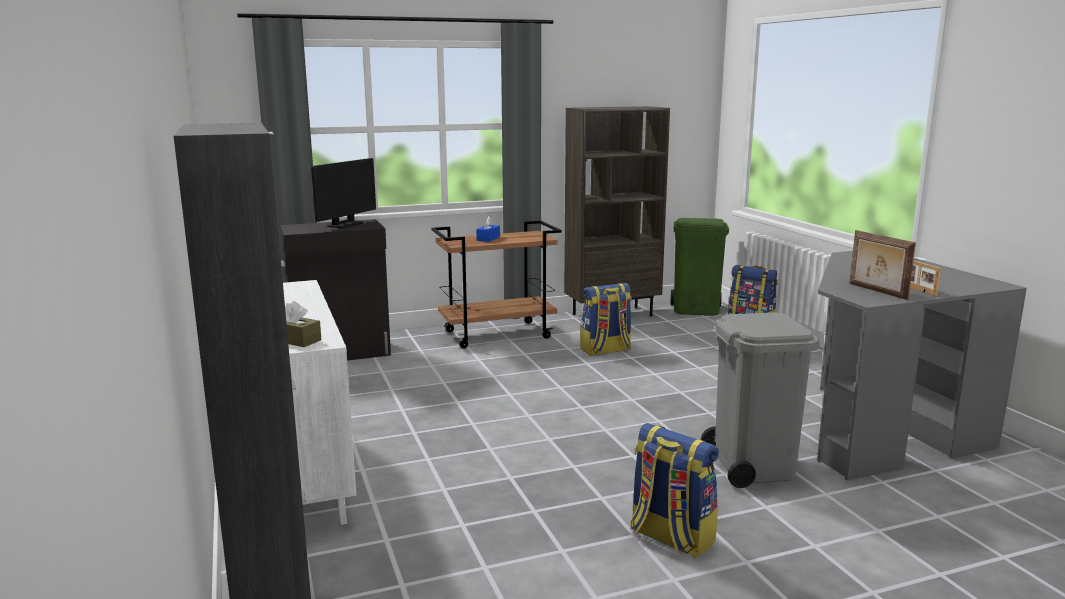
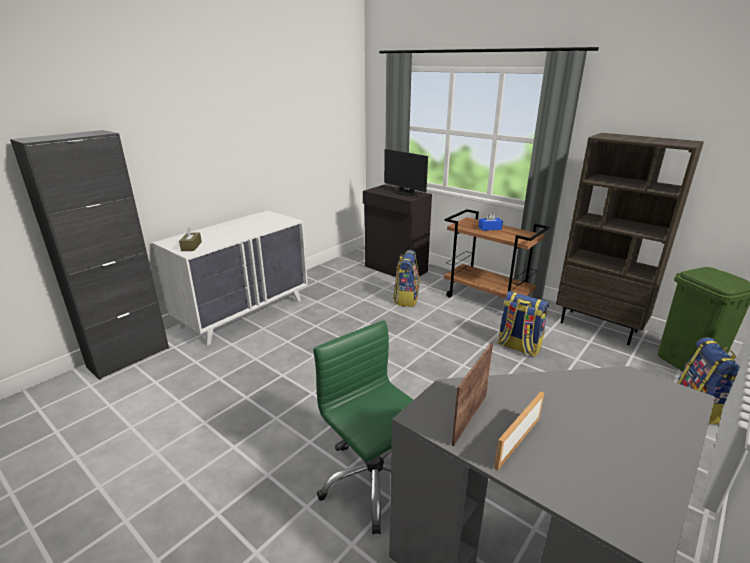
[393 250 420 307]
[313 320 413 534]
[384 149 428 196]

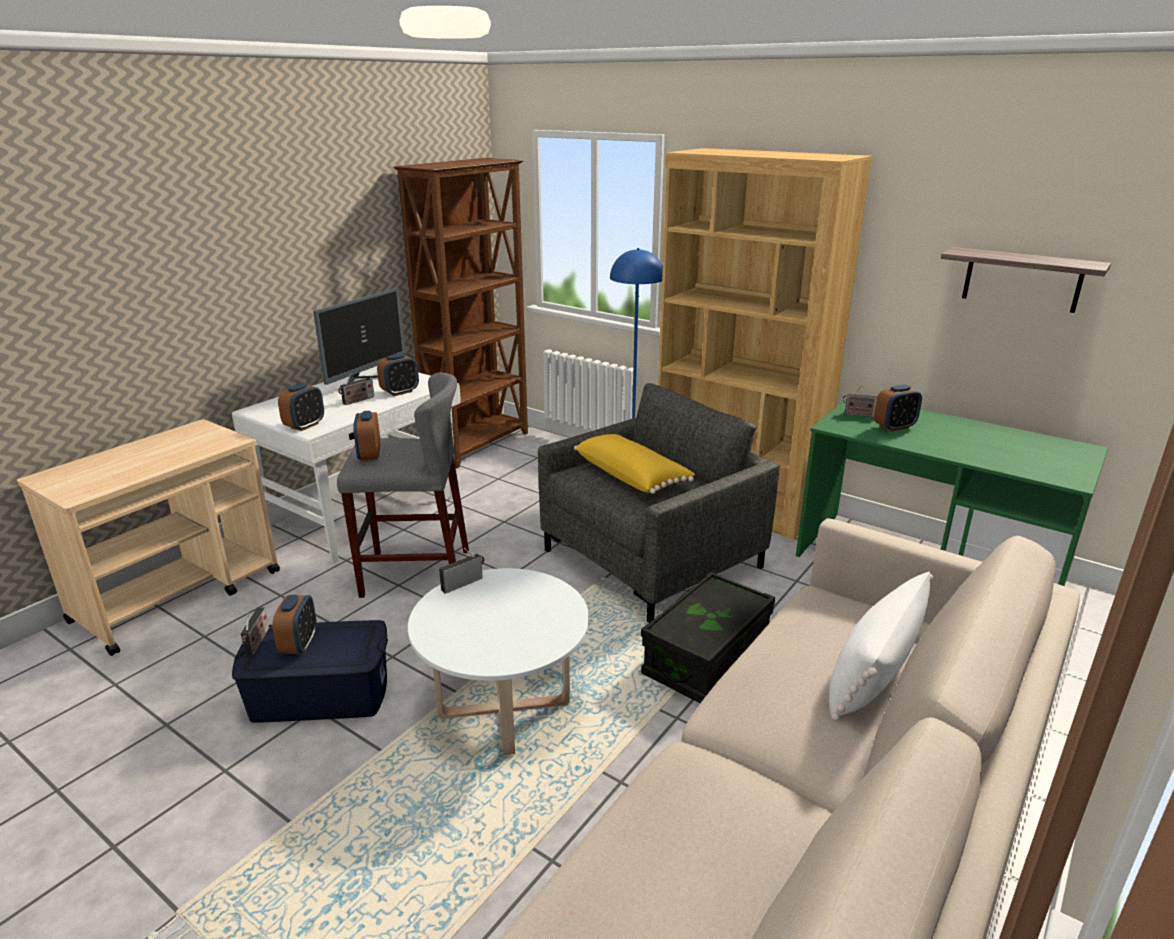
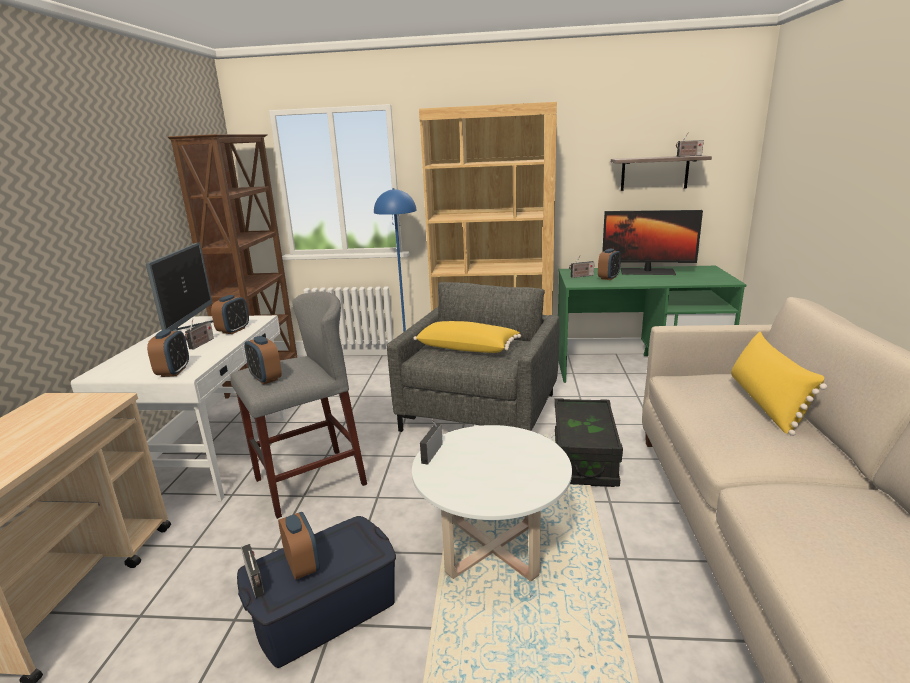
[602 210 703 275]
[676 132 704 157]
[731 332 827 436]

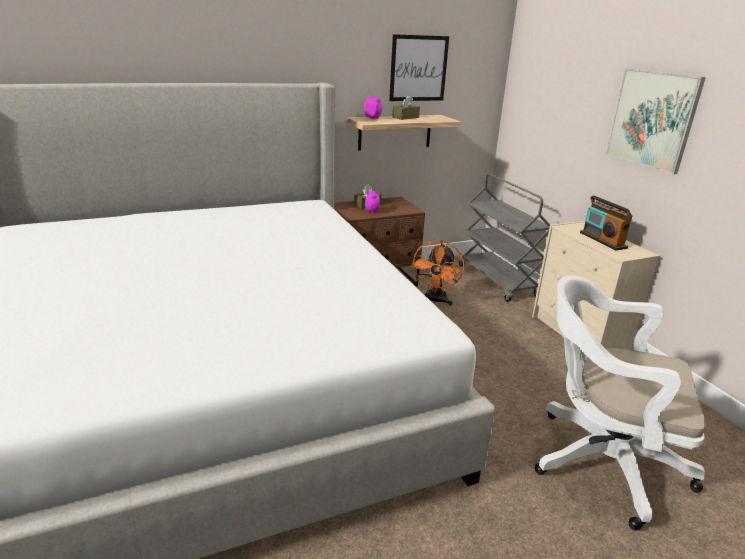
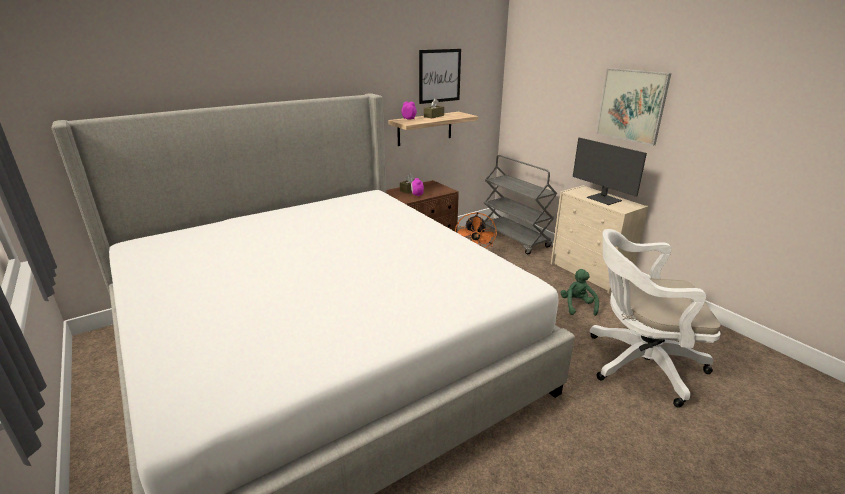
[560 269 599 316]
[573 138 647 205]

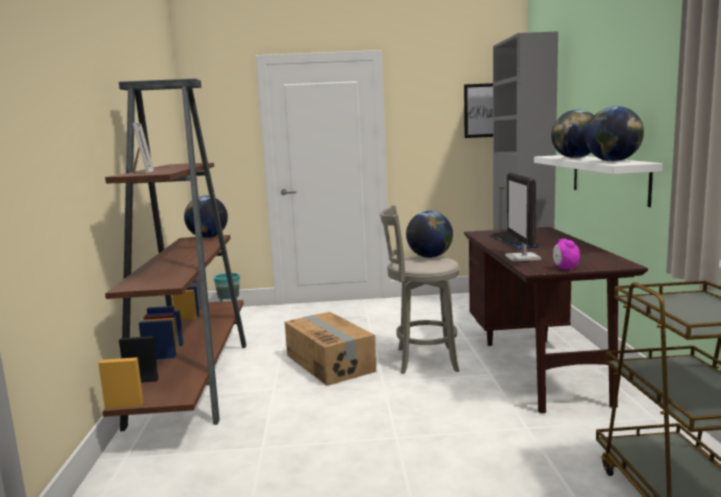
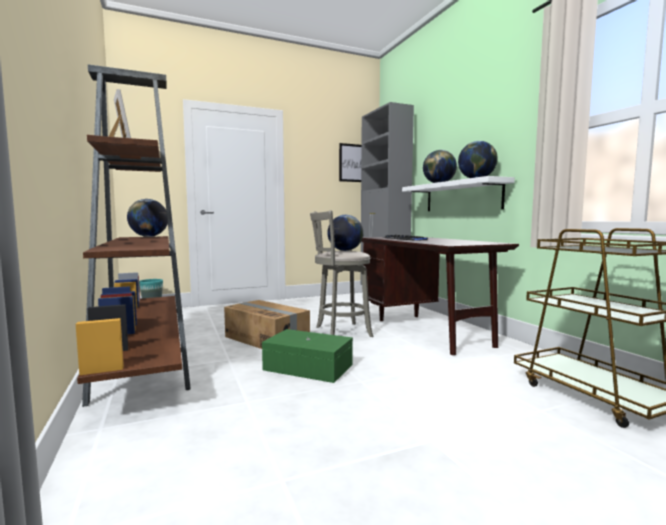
[505 173 541 261] (first image)
[553 239 580 271] (first image)
[262 329 353 383]

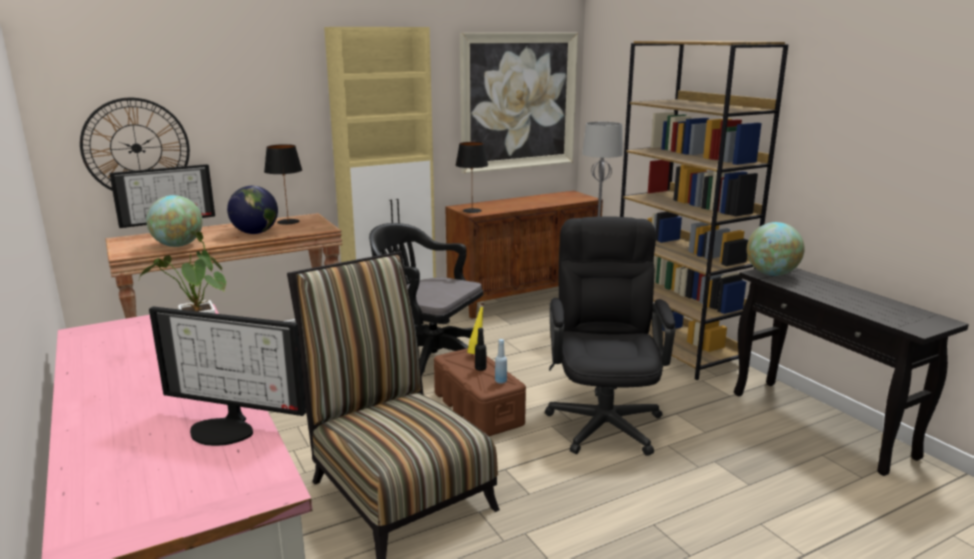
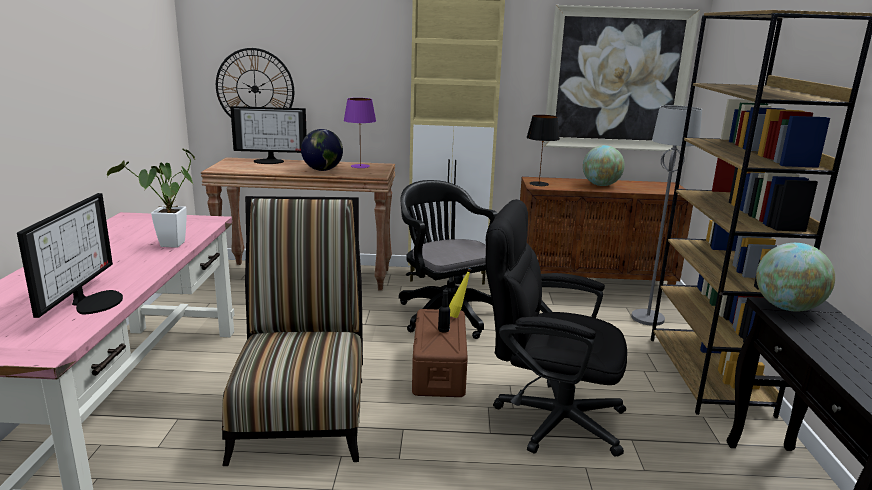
[495 339 507 384] (first image)
[583 145 625 186]
[344 98 376 168]
[17 193 123 318]
[485 199 627 457]

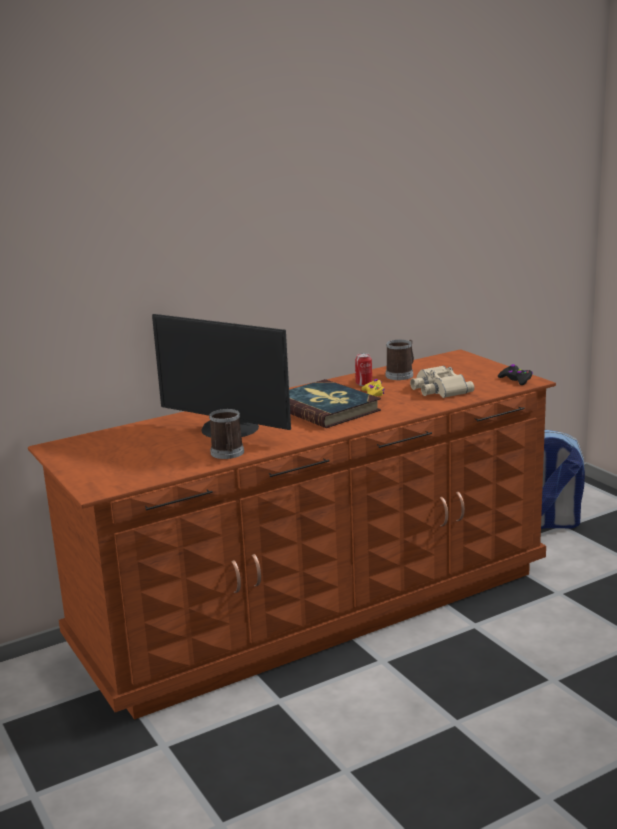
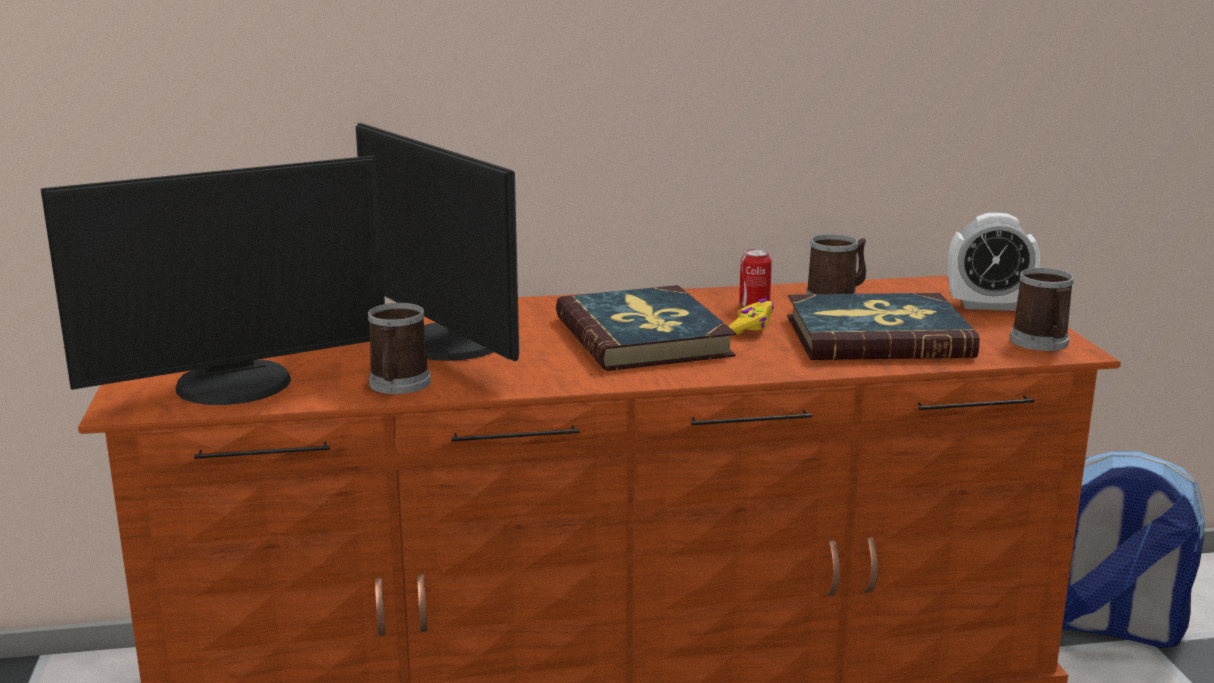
[41 156 385 405]
[948 213 1040 311]
[787 293 979 360]
[1010 268 1074 351]

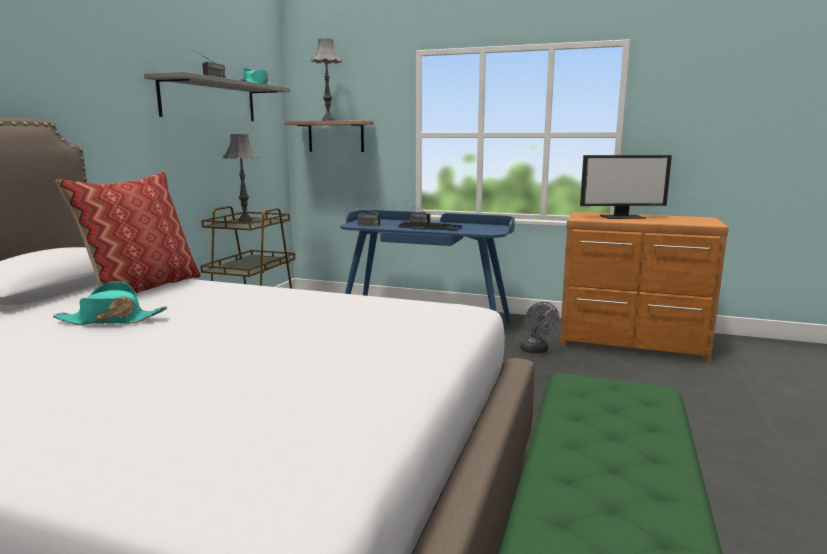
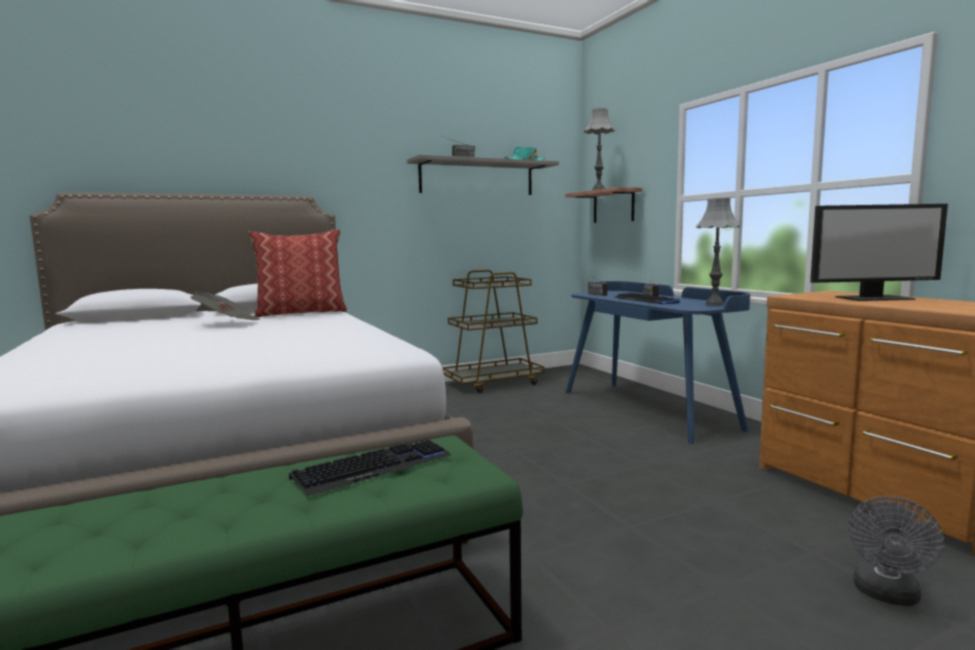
[289 439 451 496]
[696 198 740 306]
[848 496 944 606]
[190 292 260 320]
[810 204 948 301]

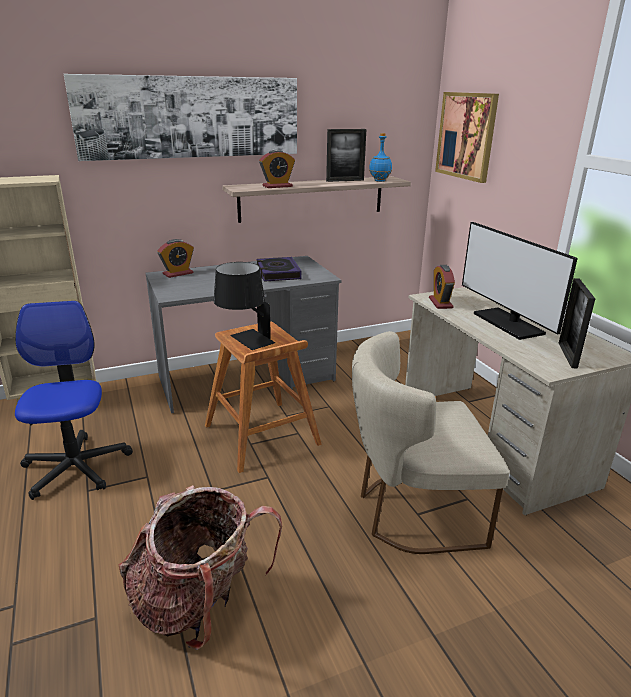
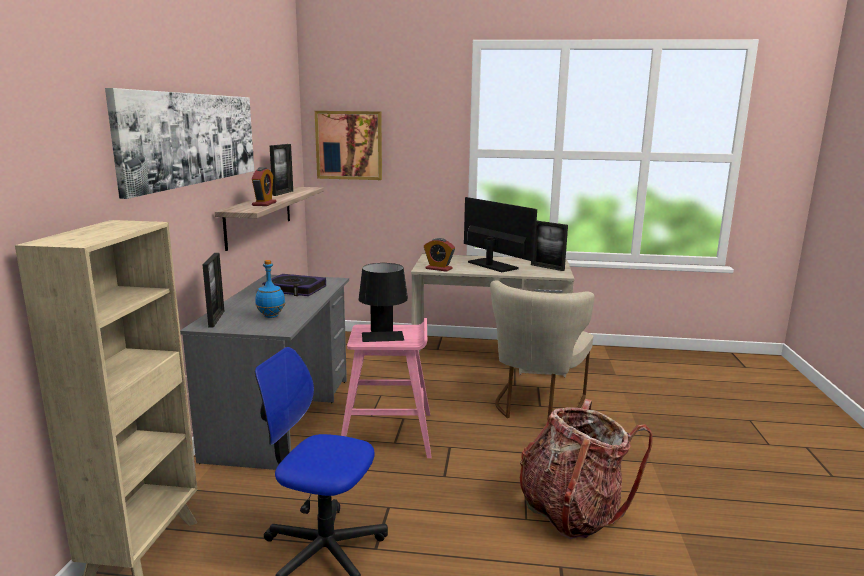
[255 260 285 318]
[202 253 224 328]
[341 318 431 458]
[464 197 537 272]

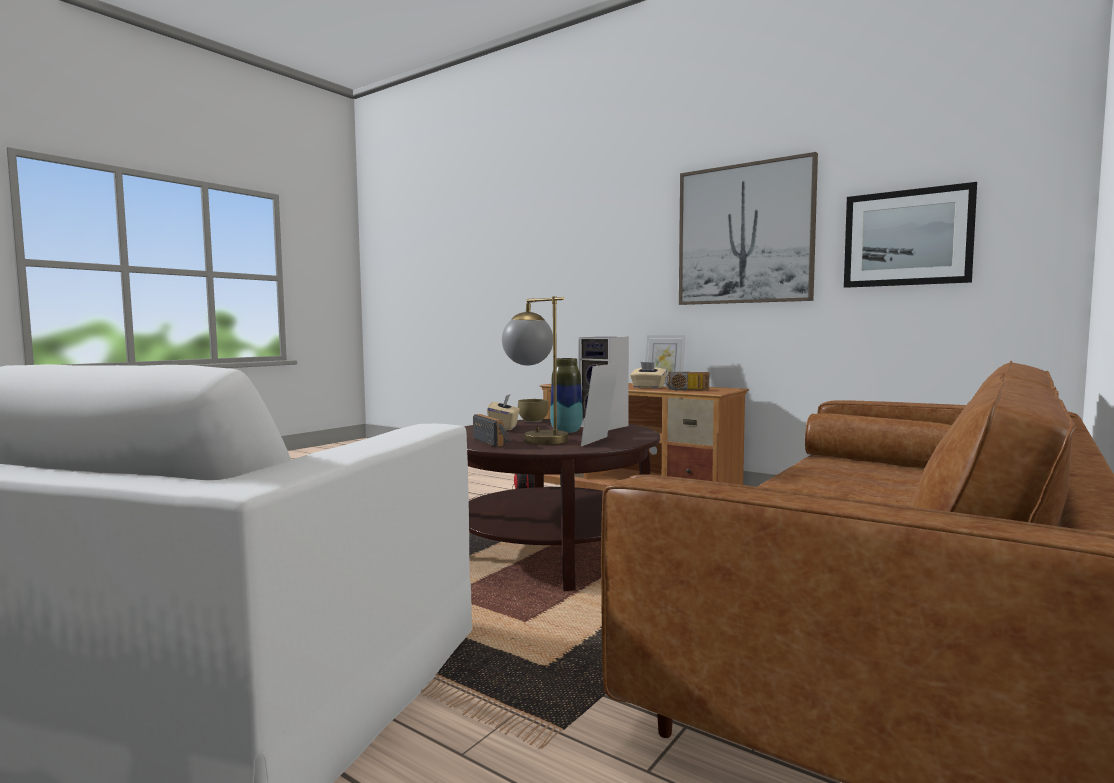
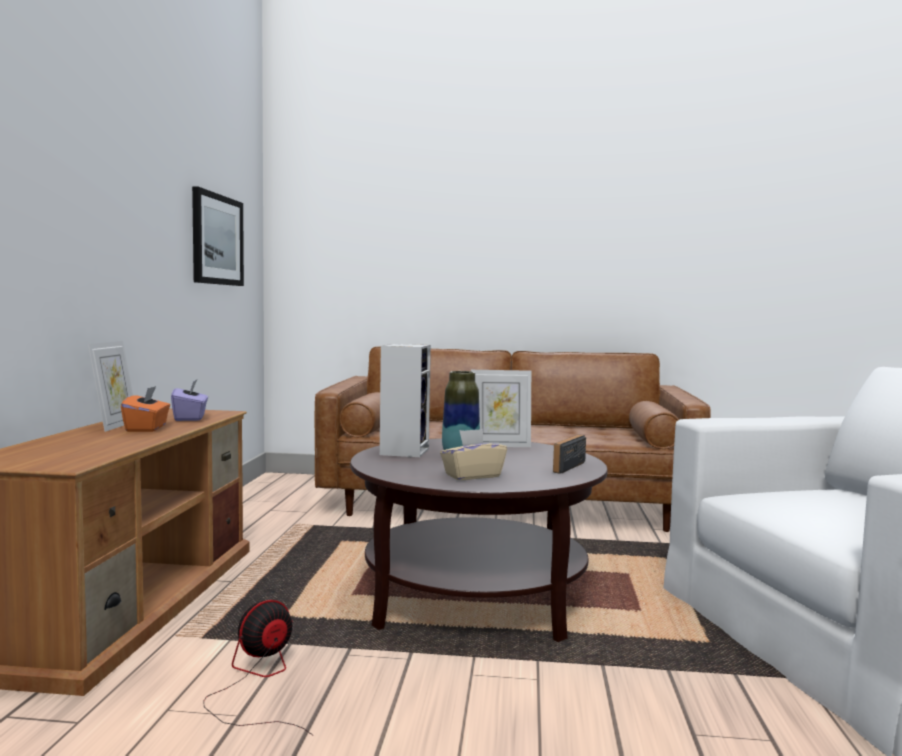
[502 296 568 445] (first image)
[518 399 549 422] (first image)
[679 152 818 305] (first image)
[171 380 208 421]
[121 386 170 432]

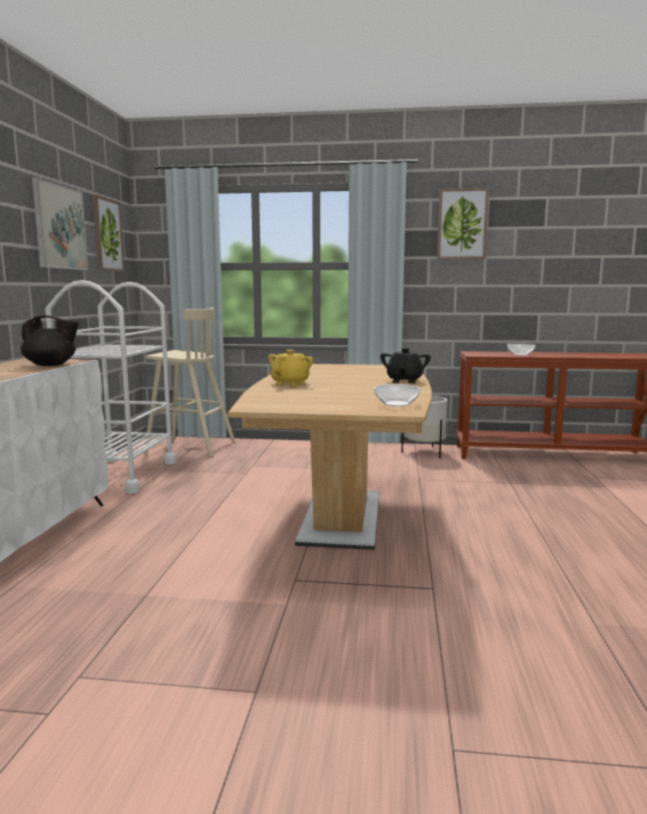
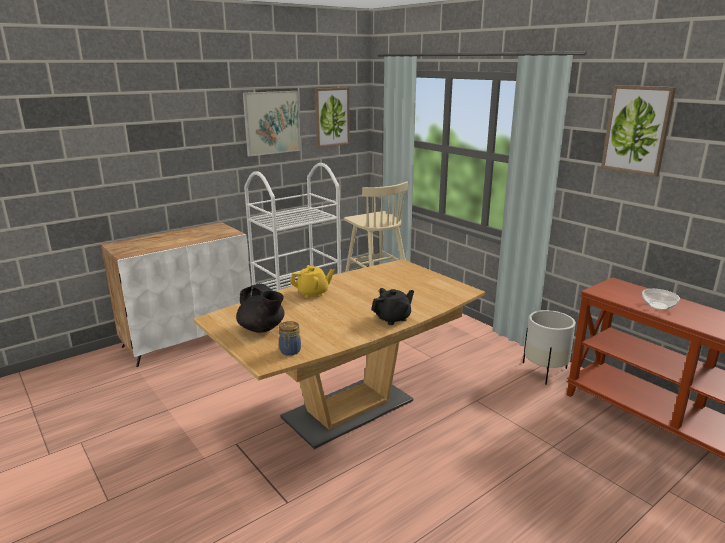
[236 284 285 333]
[279 321 301 356]

